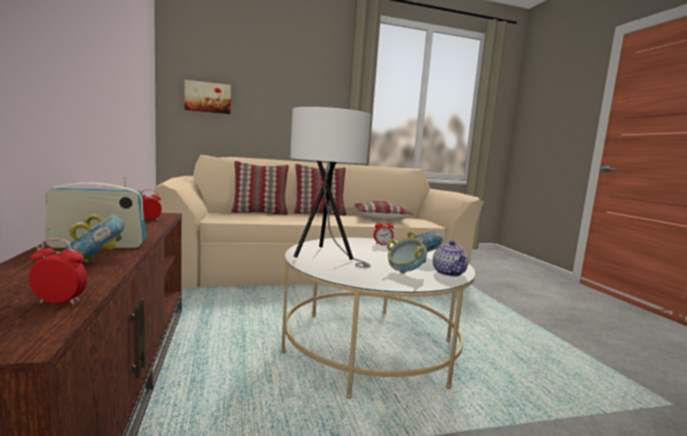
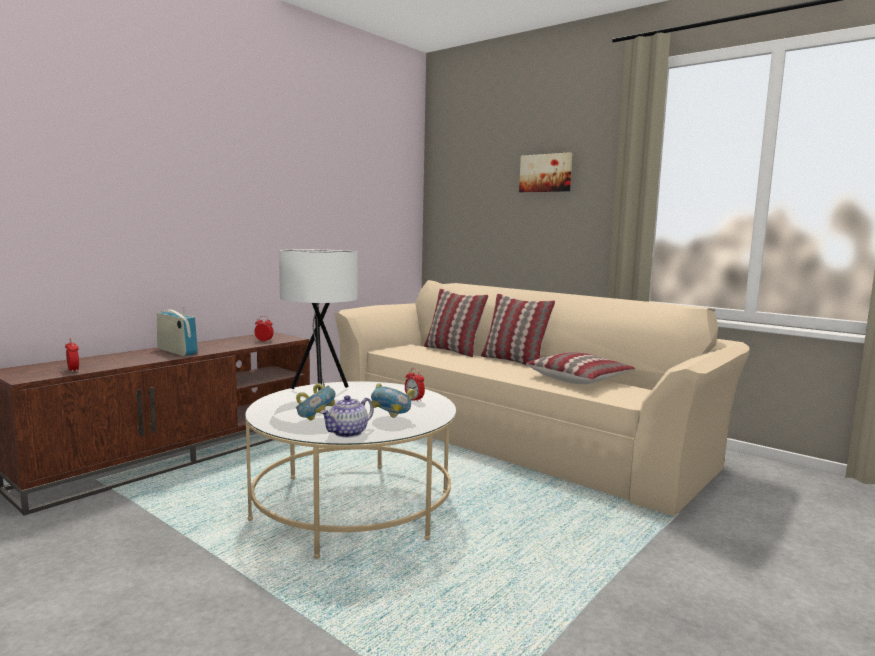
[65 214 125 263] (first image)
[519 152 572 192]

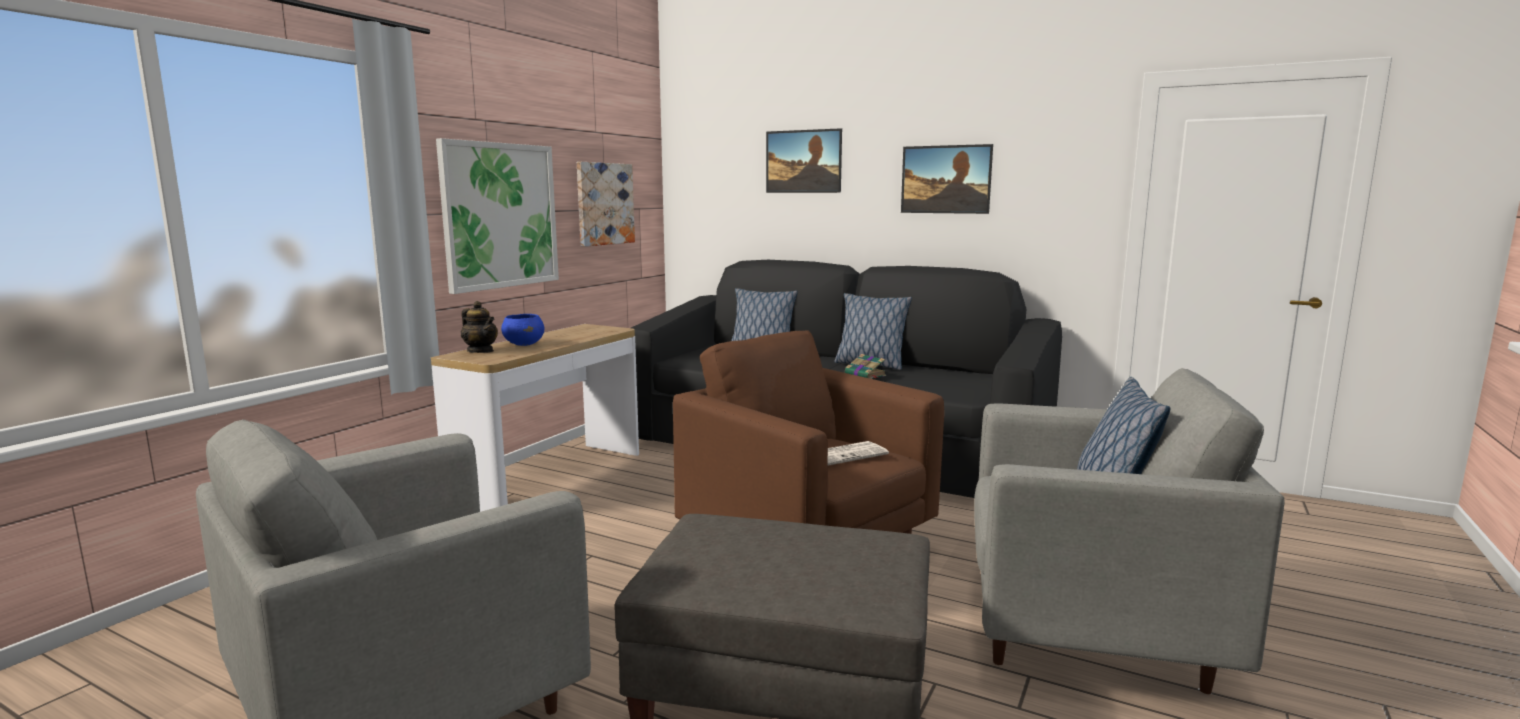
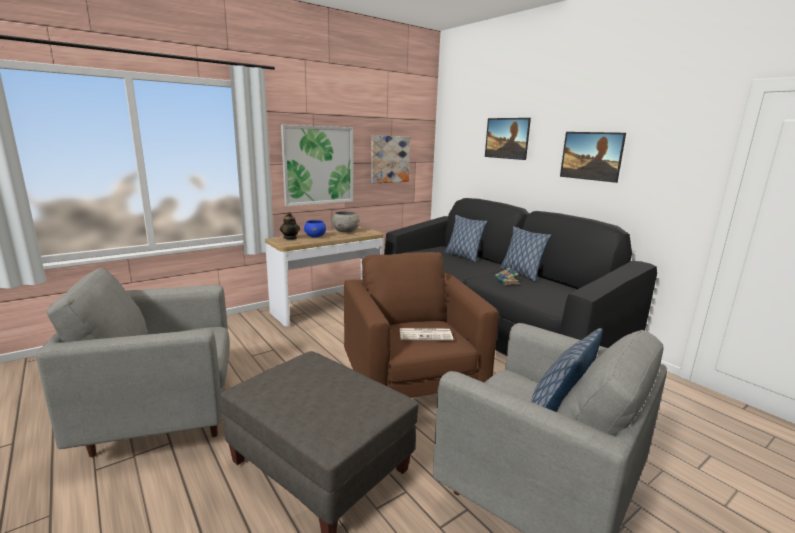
[332 211 359 233]

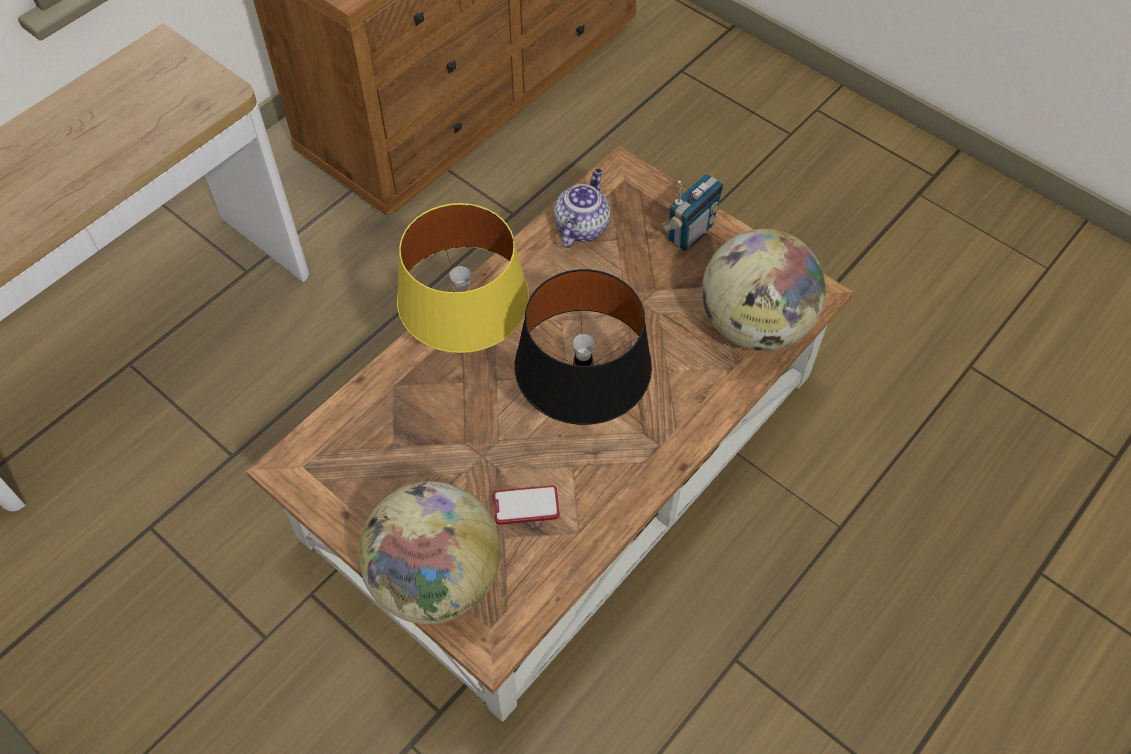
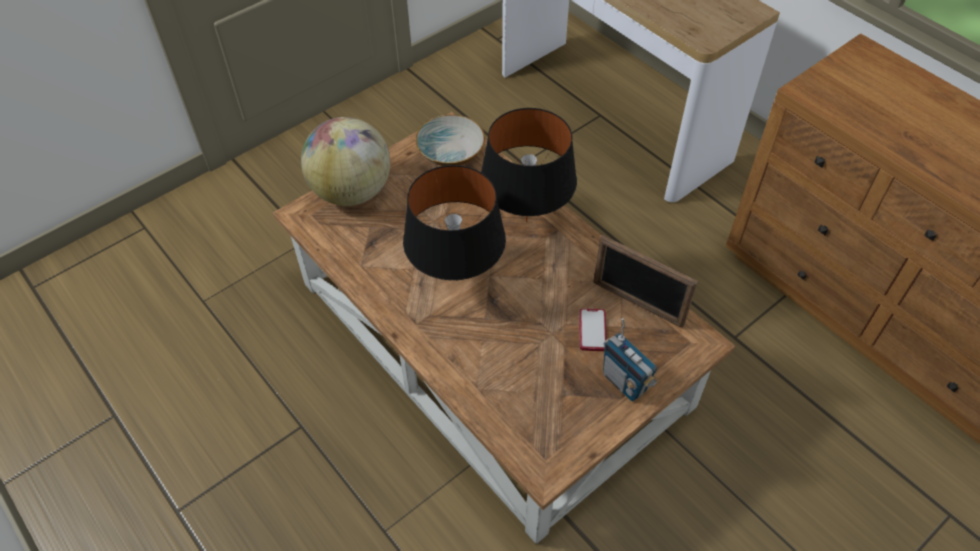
[702 229 826 351] (first image)
[415 115 485 166]
[579 308 607 351]
[593 235 698 328]
[481 108 577 222]

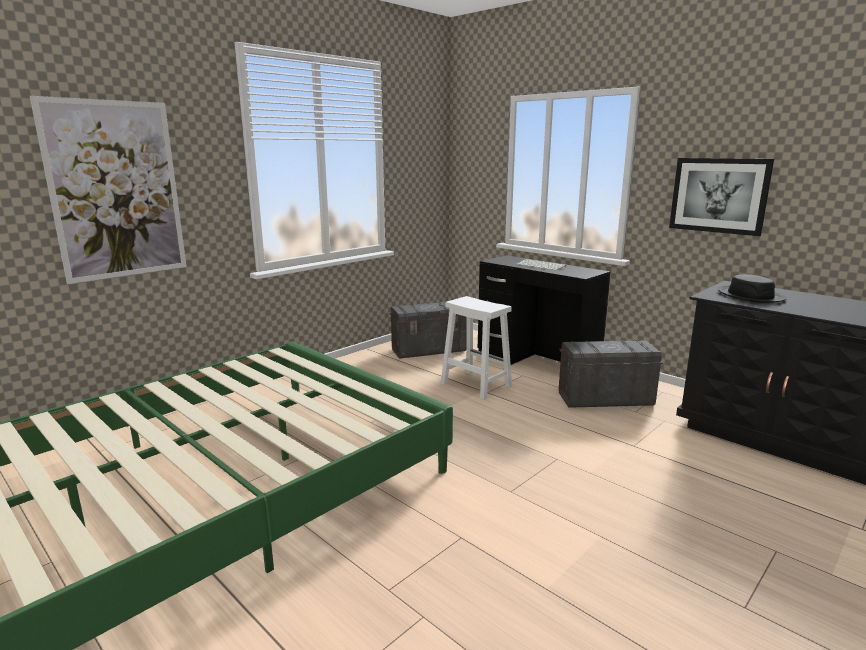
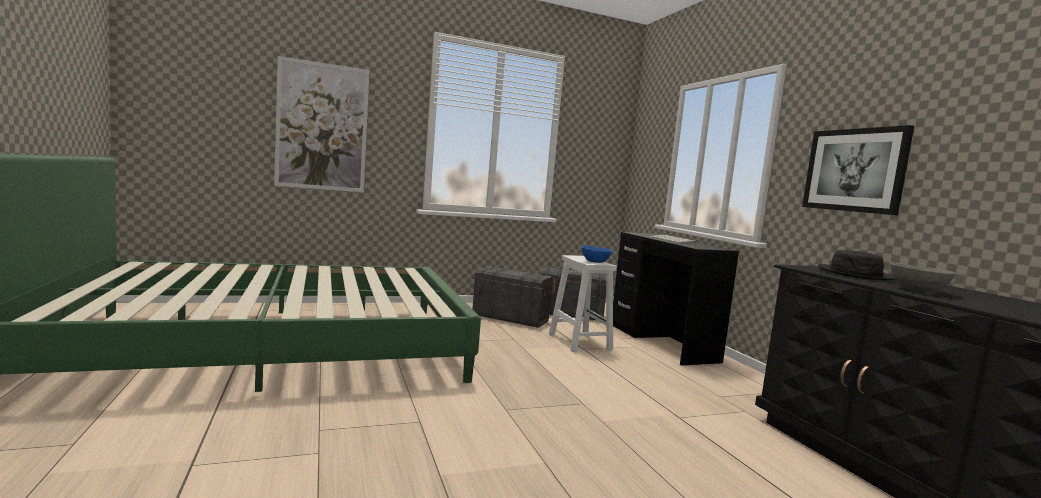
[581 246 613 263]
[890 262 956 292]
[472 266 554 328]

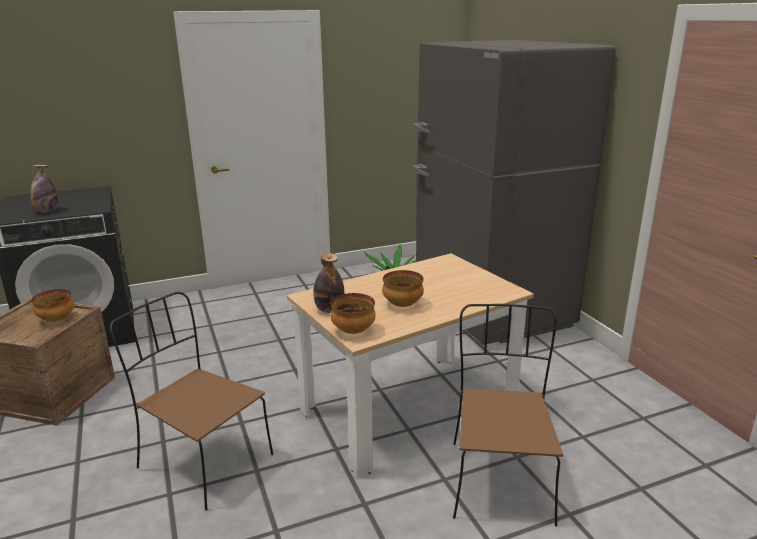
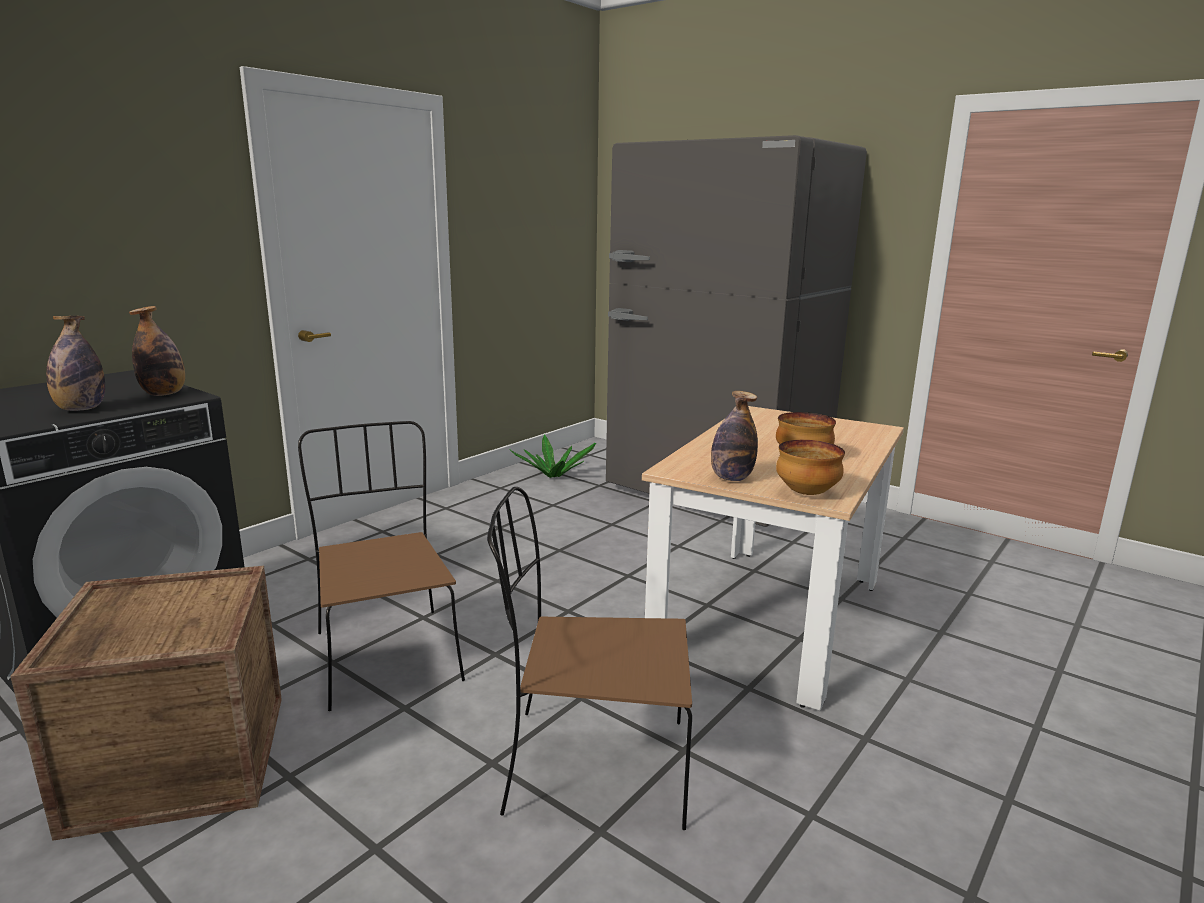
[31 289 74 322] (first image)
[129 306 185 396]
[298 421 465 711]

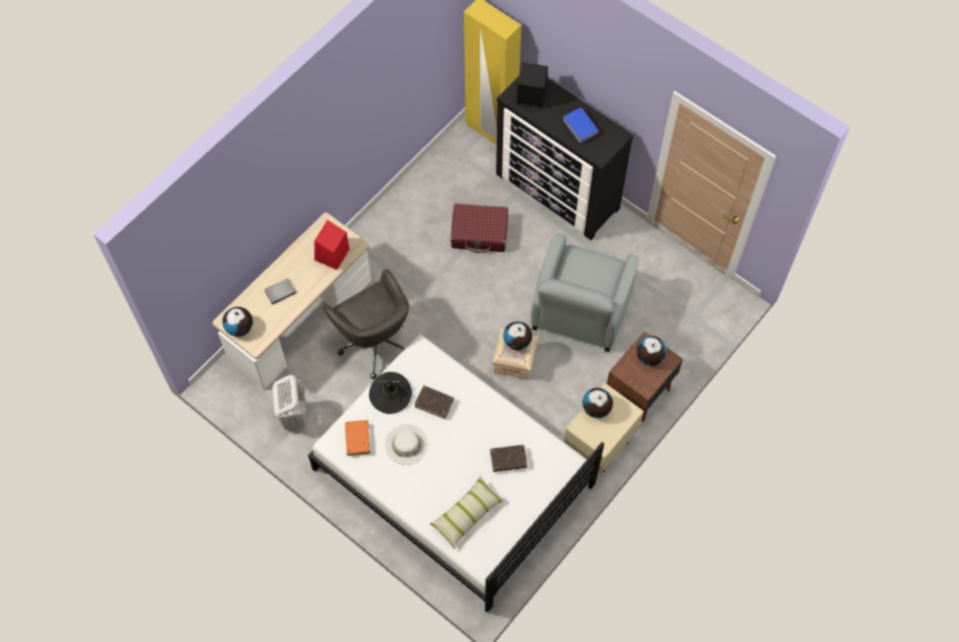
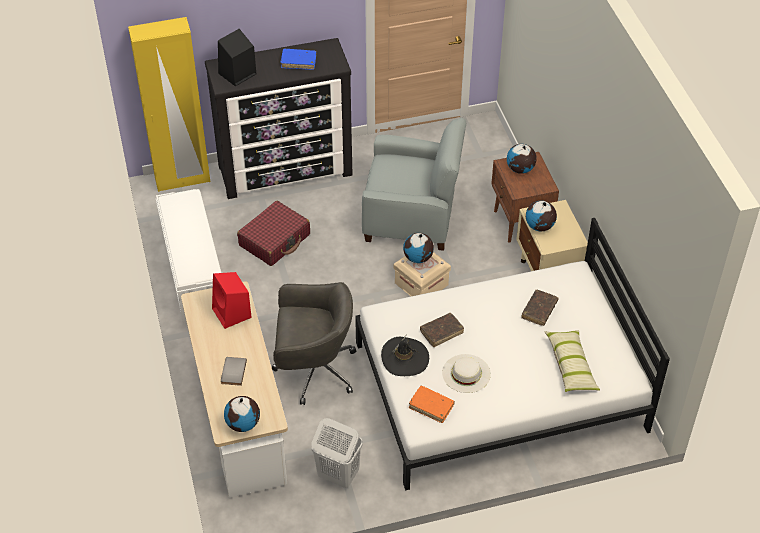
[156 189 221 325]
[362 118 466 251]

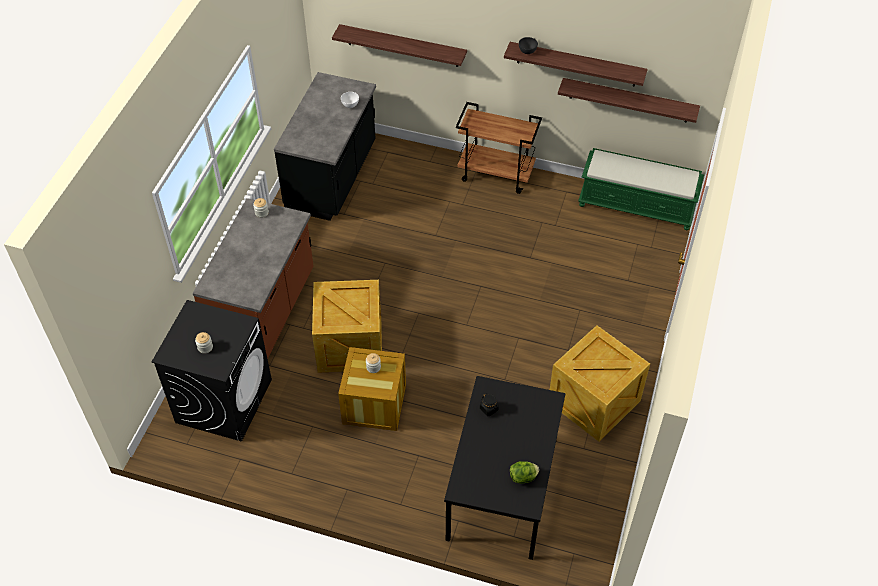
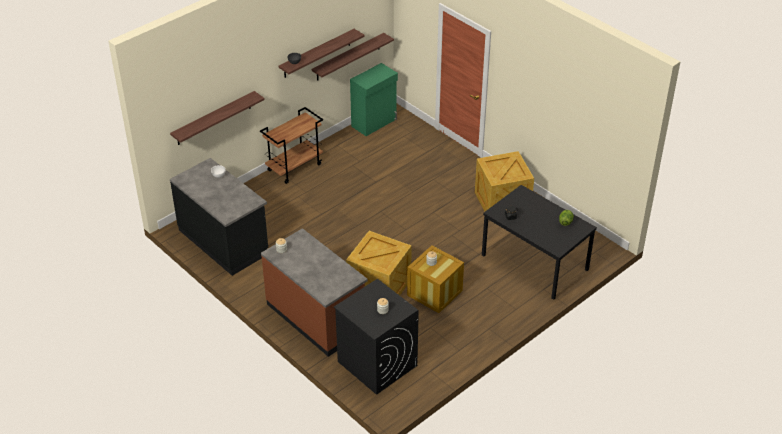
[350 63 398 136]

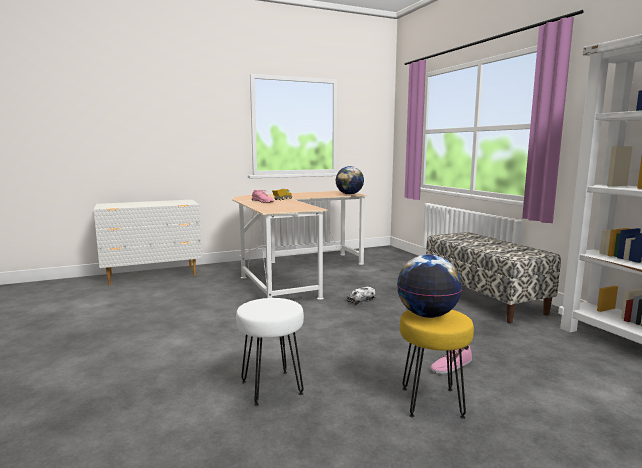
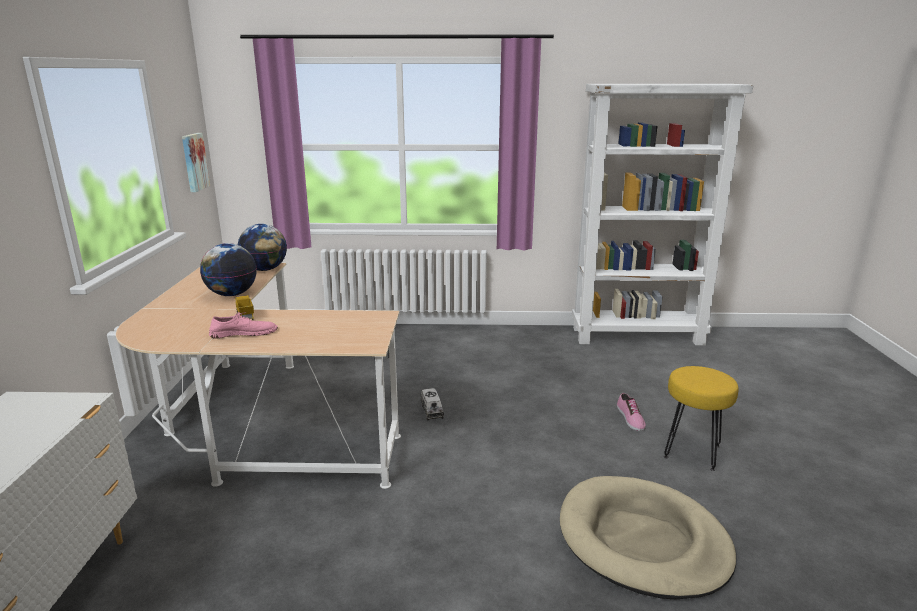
[426 232 561 323] (first image)
[182 133 210 192]
[200 243 257 296]
[560 476 736 599]

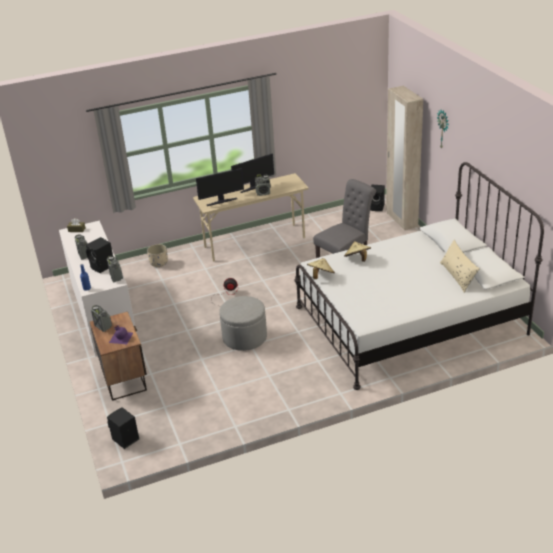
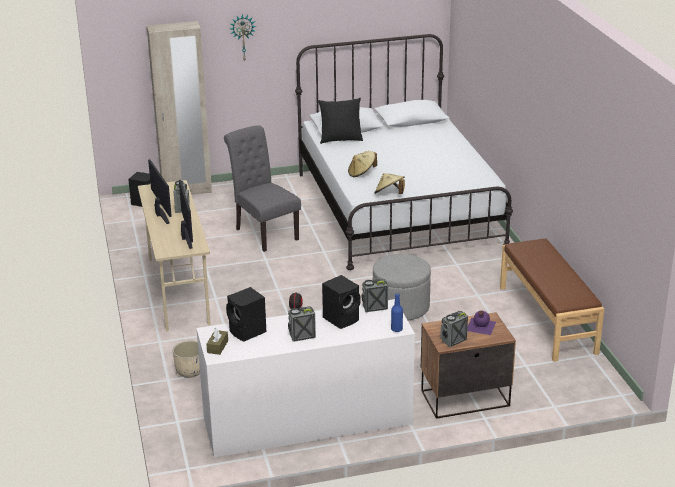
[440 240 480 293] (first image)
[318 98 363 144]
[500 239 604 362]
[226 287 266 342]

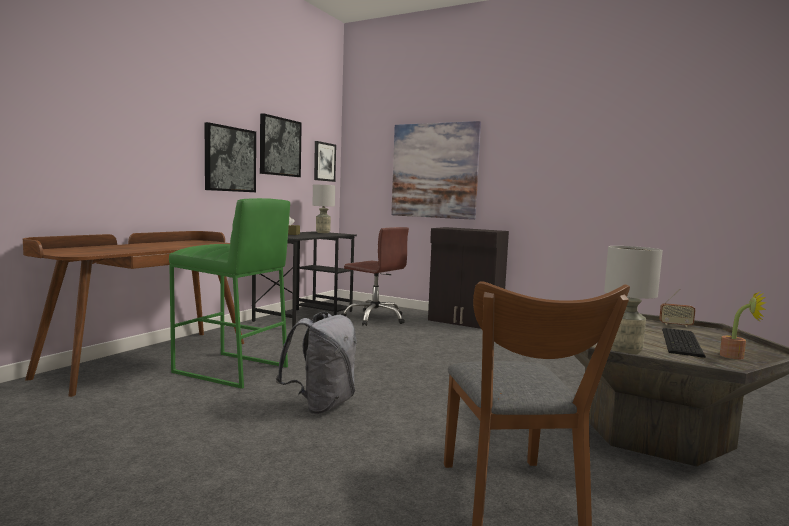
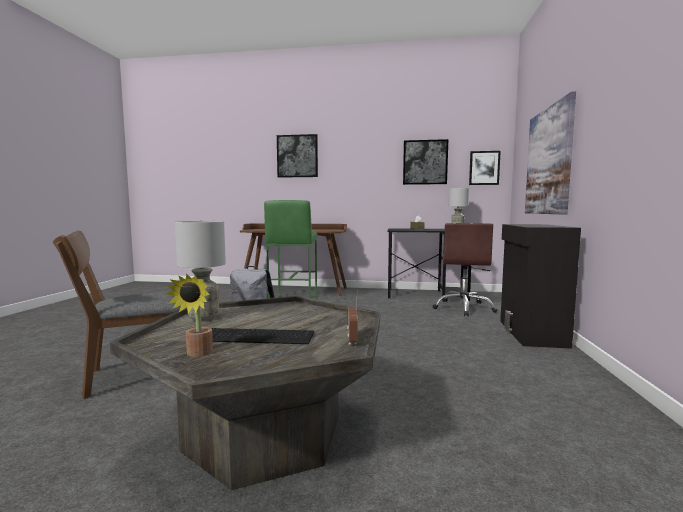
[277 134 318 178]

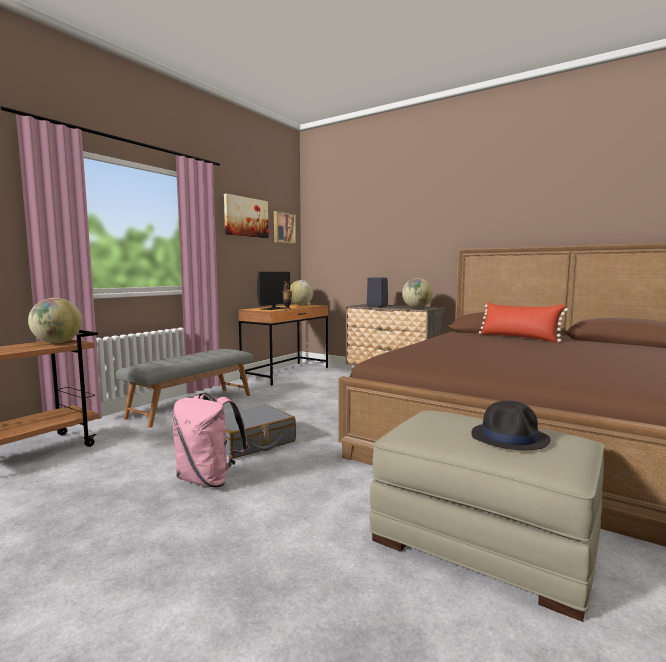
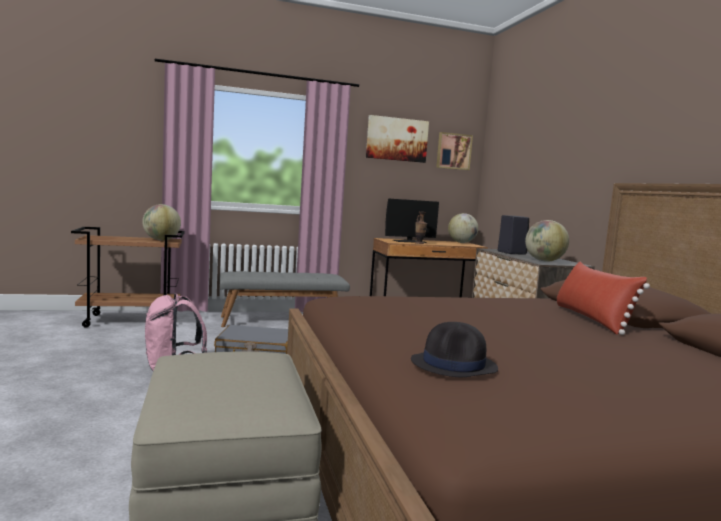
[411 322 498 377]

